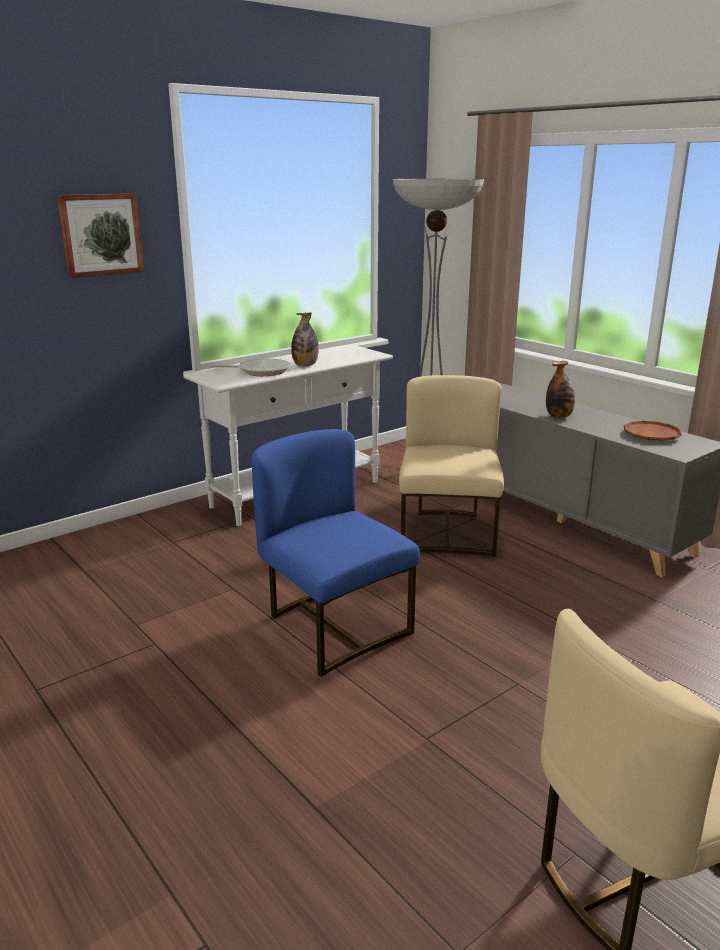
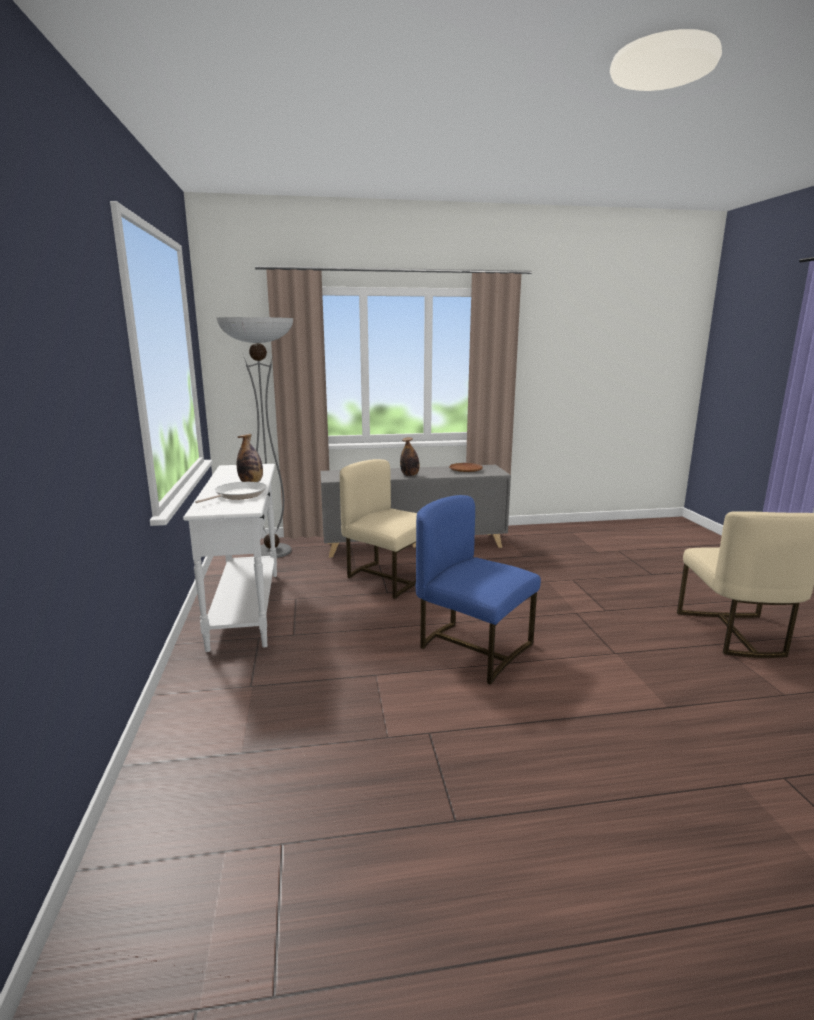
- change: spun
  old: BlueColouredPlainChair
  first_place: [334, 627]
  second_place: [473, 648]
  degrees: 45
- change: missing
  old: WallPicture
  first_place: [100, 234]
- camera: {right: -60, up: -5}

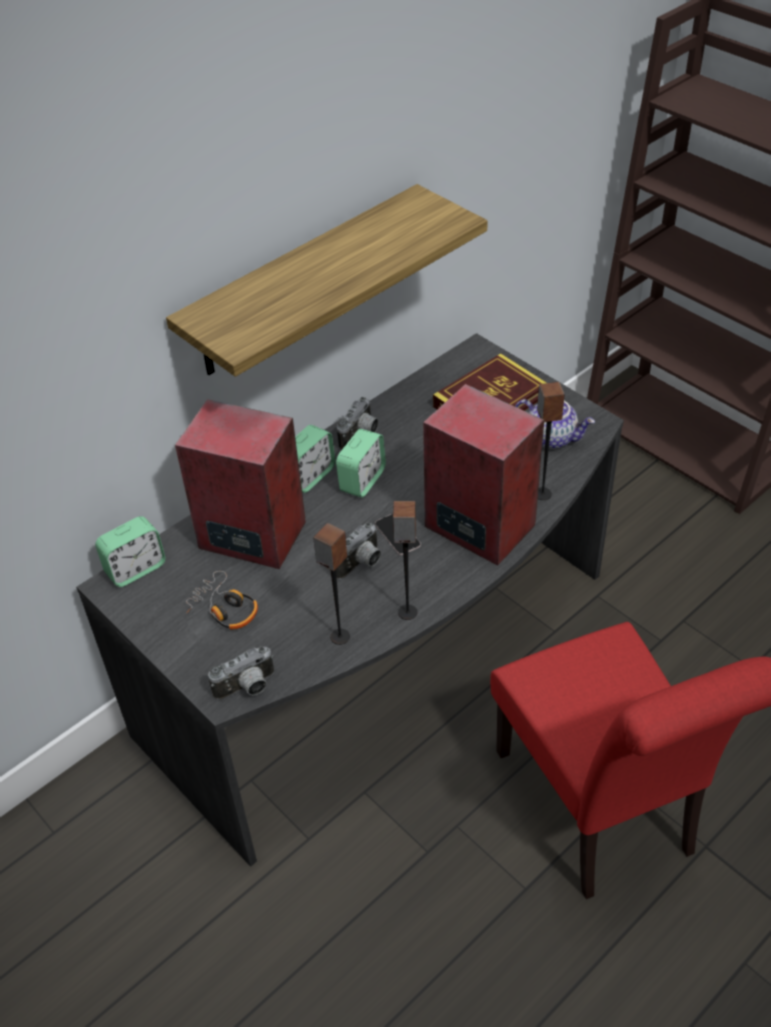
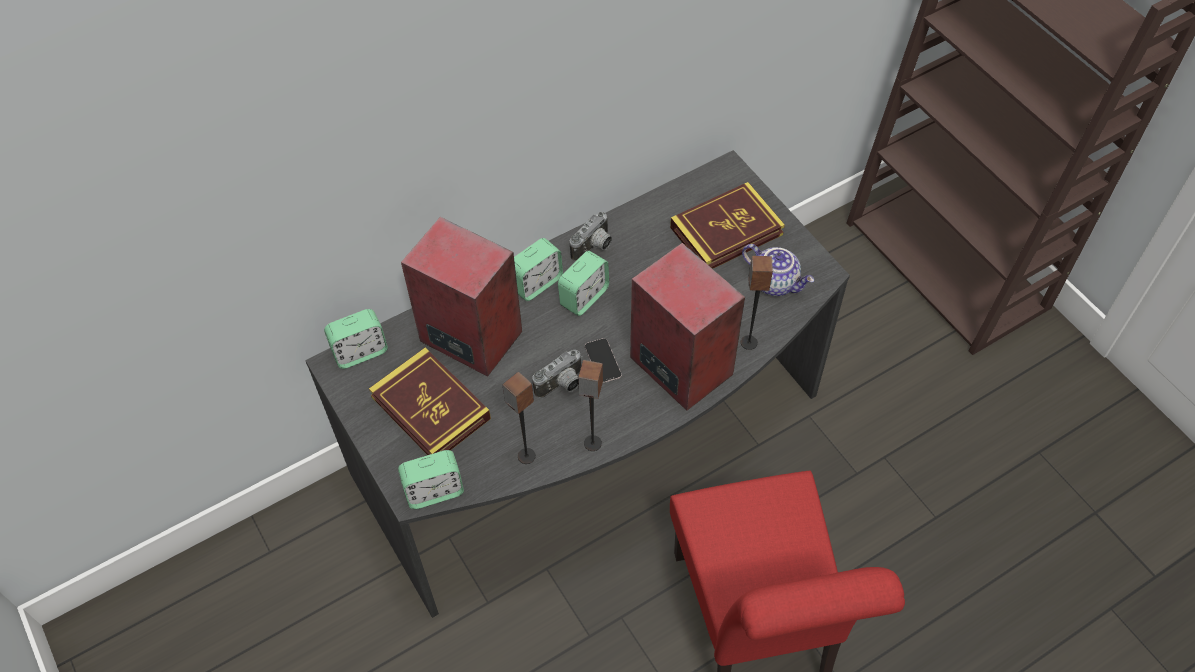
- change: exchanged
  old: PairOfHeadphones
  new: BoundBook
  first_place: [224, 609]
  second_place: [430, 408]
- change: exchanged
  old: StillCamera
  new: AlarmClock
  first_place: [247, 688]
  second_place: [434, 491]
- change: missing
  old: Shelf
  first_place: [303, 282]
- camera: {right: 10, up: 10}

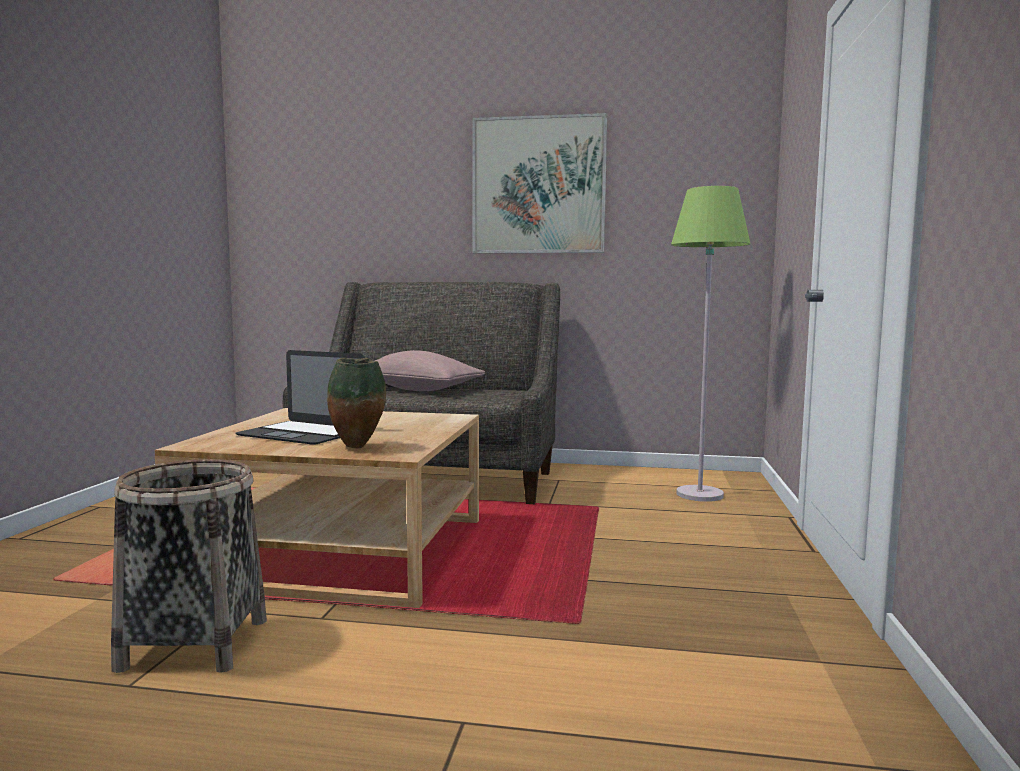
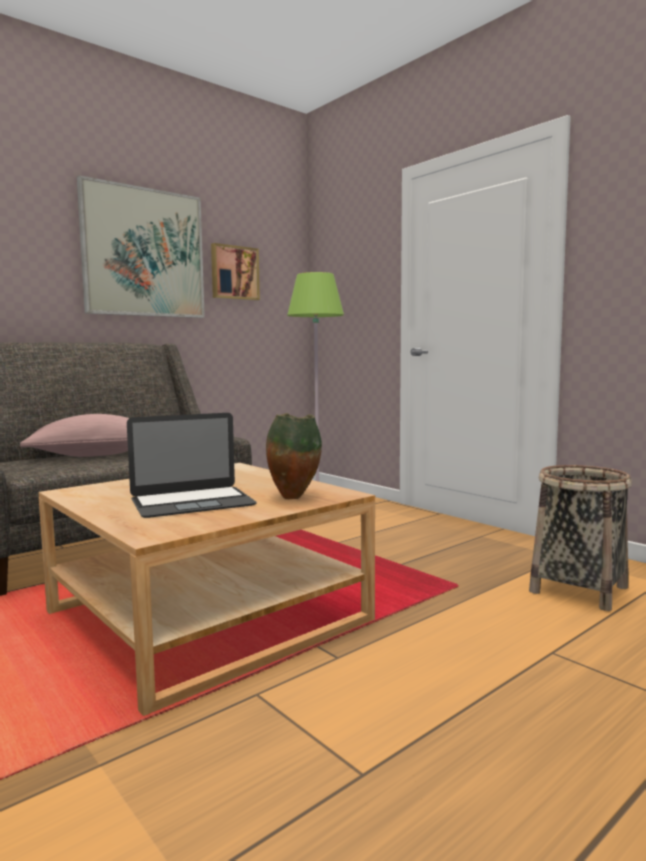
- change: appeared
  new: WallPicture
  second_place: [234, 273]
- change: relocated
  old: Basket
  first_place: [195, 643]
  second_place: [578, 589]
- camera: {right: -50, up: 0}

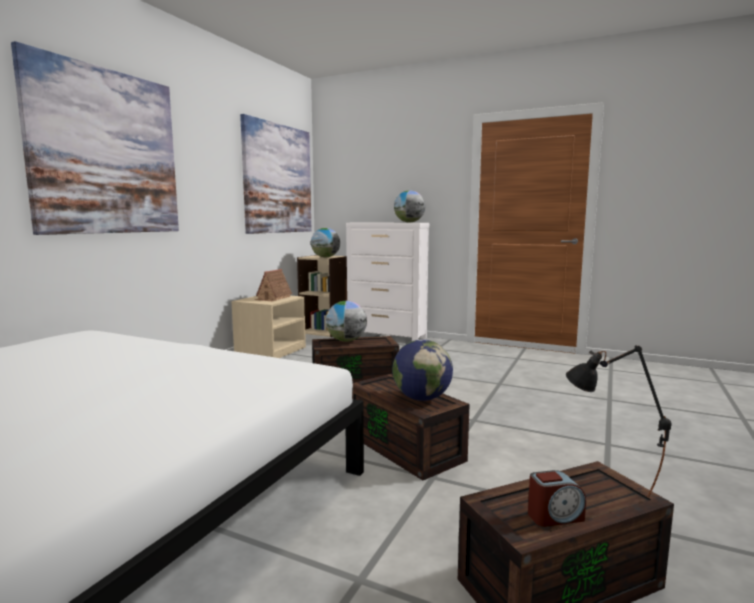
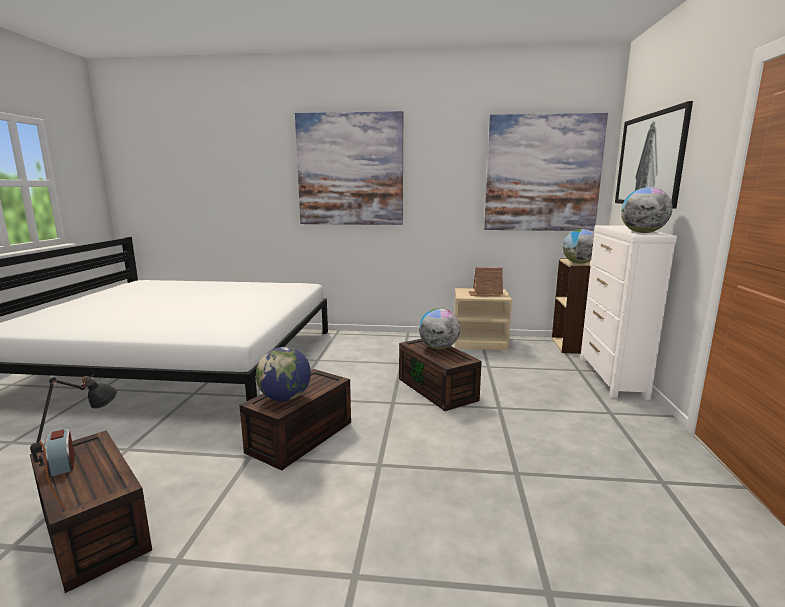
- change: appeared
  new: WallPicture
  second_place: [651, 160]
- camera: {right: 70, up: 5}

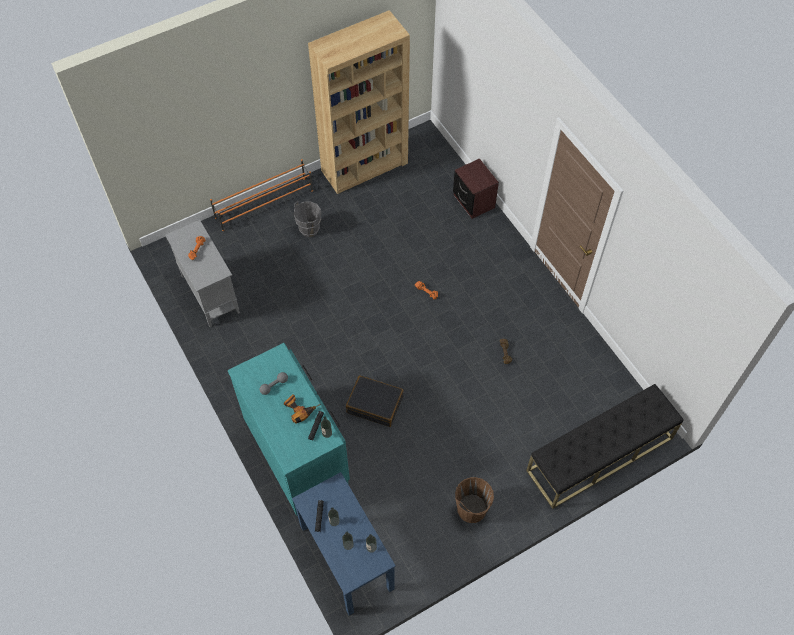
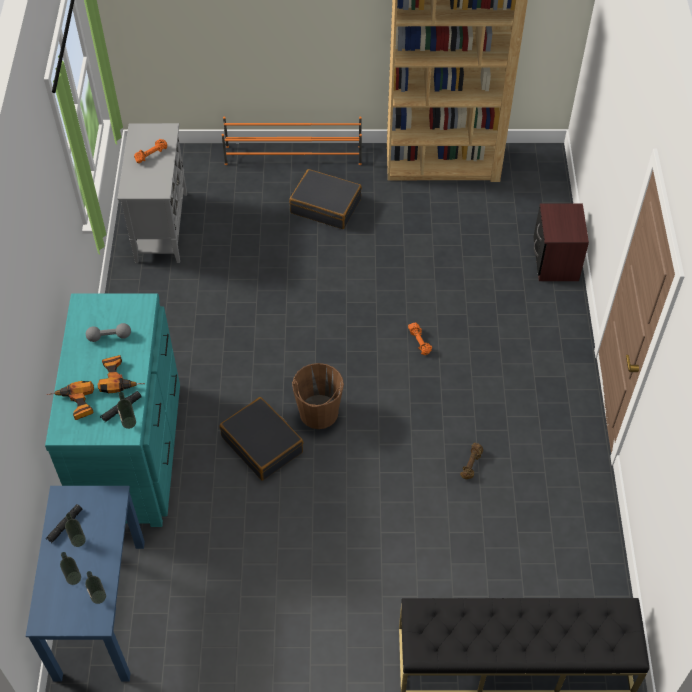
- change: appeared
  new: ElectricDrill
  second_place: [75, 404]
- change: exchanged
  old: GreyishWaterBucket
  new: BlackPieceOfLuggage
  first_place: [309, 229]
  second_place: [326, 206]
- change: relocated
  old: BrownishWaterBucket
  first_place: [471, 509]
  second_place: [318, 413]
- camera: {right: 30, up: -5}

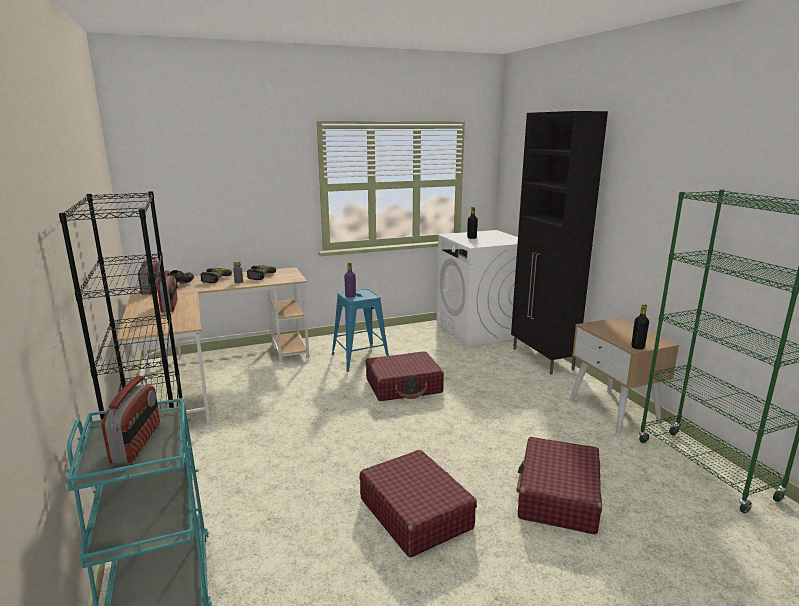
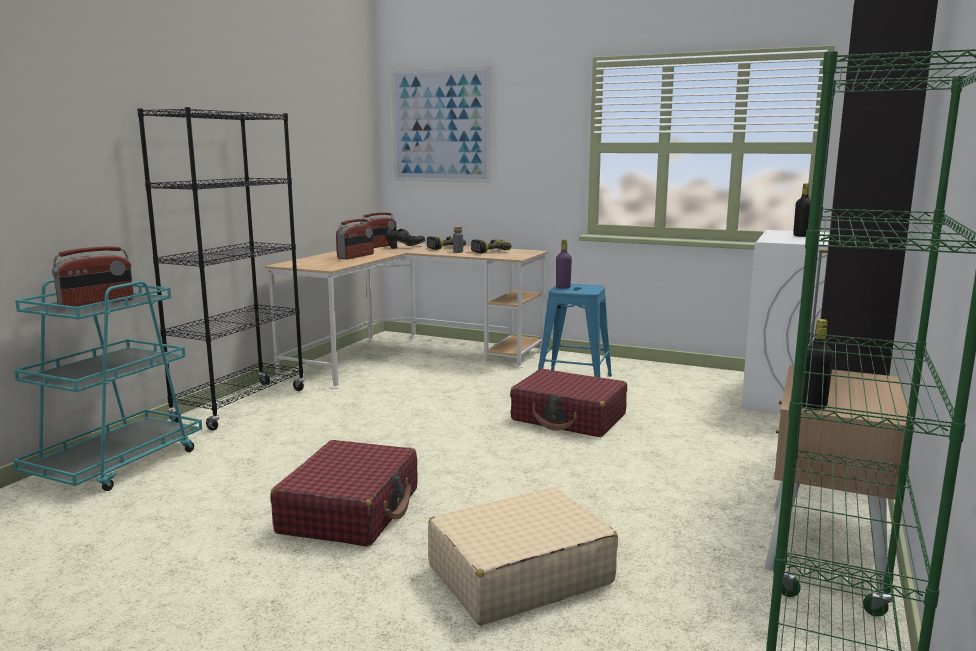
- change: appeared
  new: WallPicture
  second_place: [440, 126]
- change: colour
  old: RedColouredPieceOfLuggage
  new: BeigePieceOfLuggage
  first_place: [558, 496]
  second_place: [519, 575]
- camera: {right: 45, up: -5}

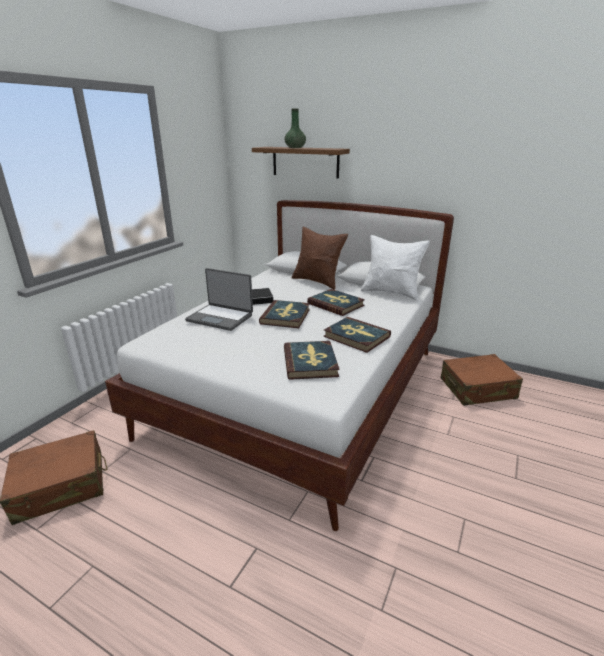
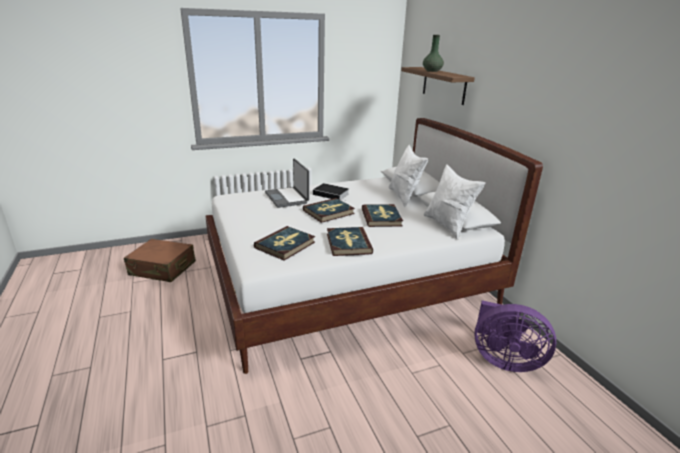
- change: colour
  old: BrownishThrowPillow
  new: WhitishThrowPillow
  first_place: [318, 281]
  second_place: [404, 197]
- change: exchanged
  old: BrownishPieceOfLuggage
  new: PurpleFan
  first_place: [477, 389]
  second_place: [503, 360]
- camera: {right: 40, up: 0}

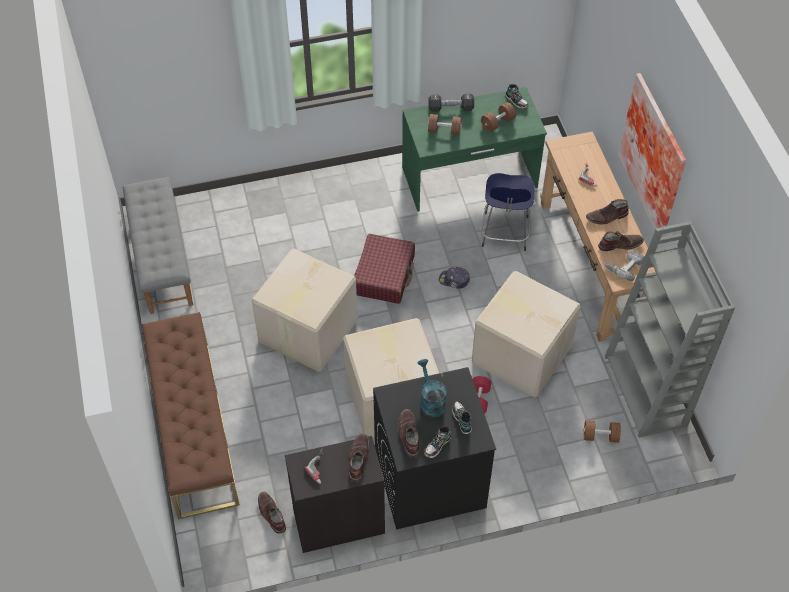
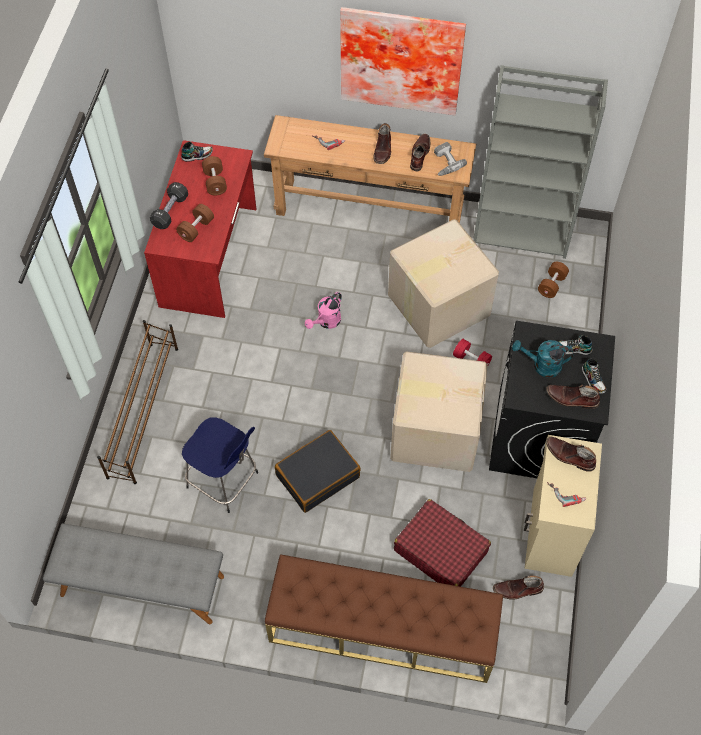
- change: appeared
  new: BrownishShoeShelf
  second_place: [144, 411]
- change: colour
  old: GreenDesk
  new: RedColouredDesk
  first_place: [469, 178]
  second_place: [210, 257]
- change: relocated
  old: BlueColouredStoolSeat
  first_place: [504, 233]
  second_place: [224, 481]
- change: exchanged
  old: Carton
  new: BlackPieceOfLuggage
  first_place: [306, 331]
  second_place: [317, 475]
- change: exchanged
  old: BaseballCap
  new: PinkColouredSprinklingCan
  first_place: [454, 280]
  second_place: [326, 322]
- change: relocated
  old: RedColouredPieceOfLuggage
  first_place: [384, 275]
  second_place: [440, 550]
- change: colour
  old: BlackStorageCabinet
  new: BeigeStorageCabinet
  first_place: [338, 521]
  second_place: [550, 532]
- camera: {right: -65, up: 5}

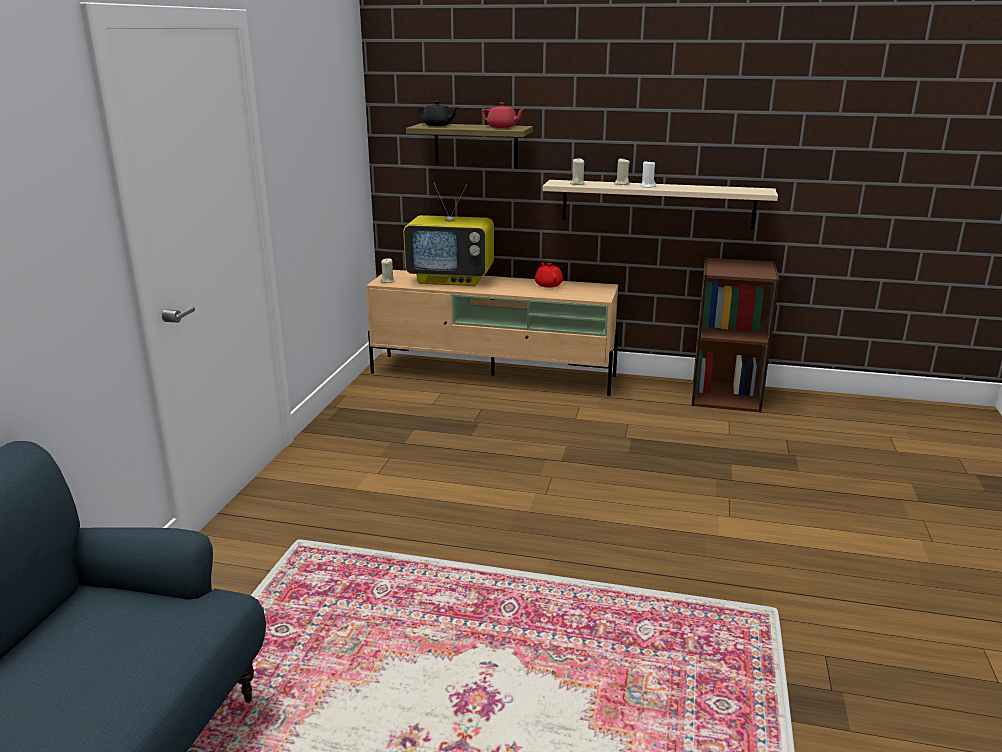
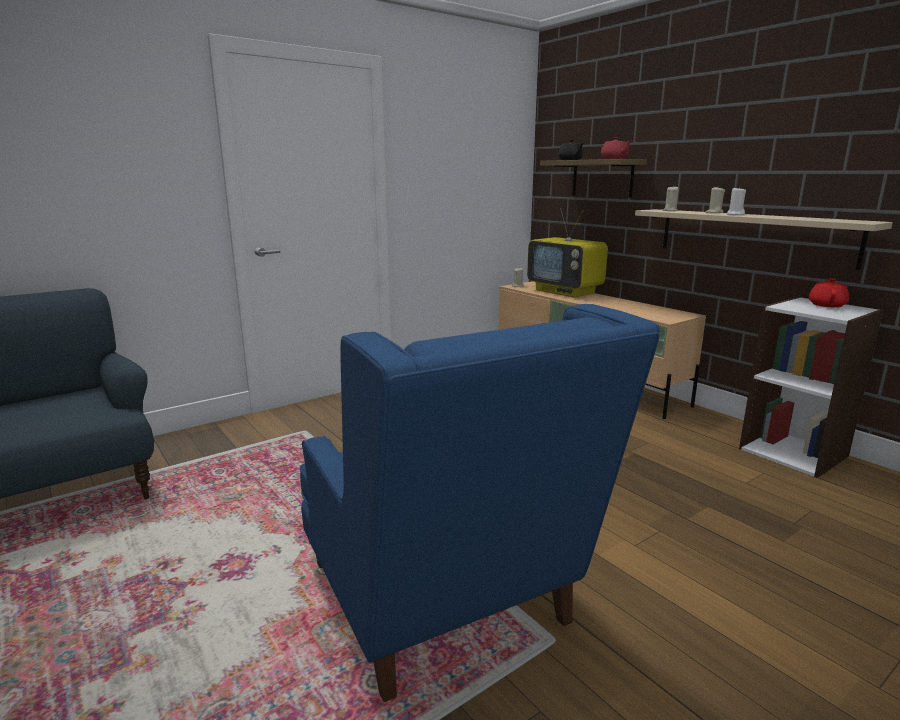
- change: appeared
  new: BlueColouredArmchair
  second_place: [447, 606]
- change: colour
  old: BrownishBookcase
  new: WhitishBookcase
  first_place: [725, 395]
  second_place: [794, 452]
- change: relocated
  old: RedColouredPotForTea
  first_place: [548, 284]
  second_place: [827, 305]
- camera: {right: 40, up: -5}

